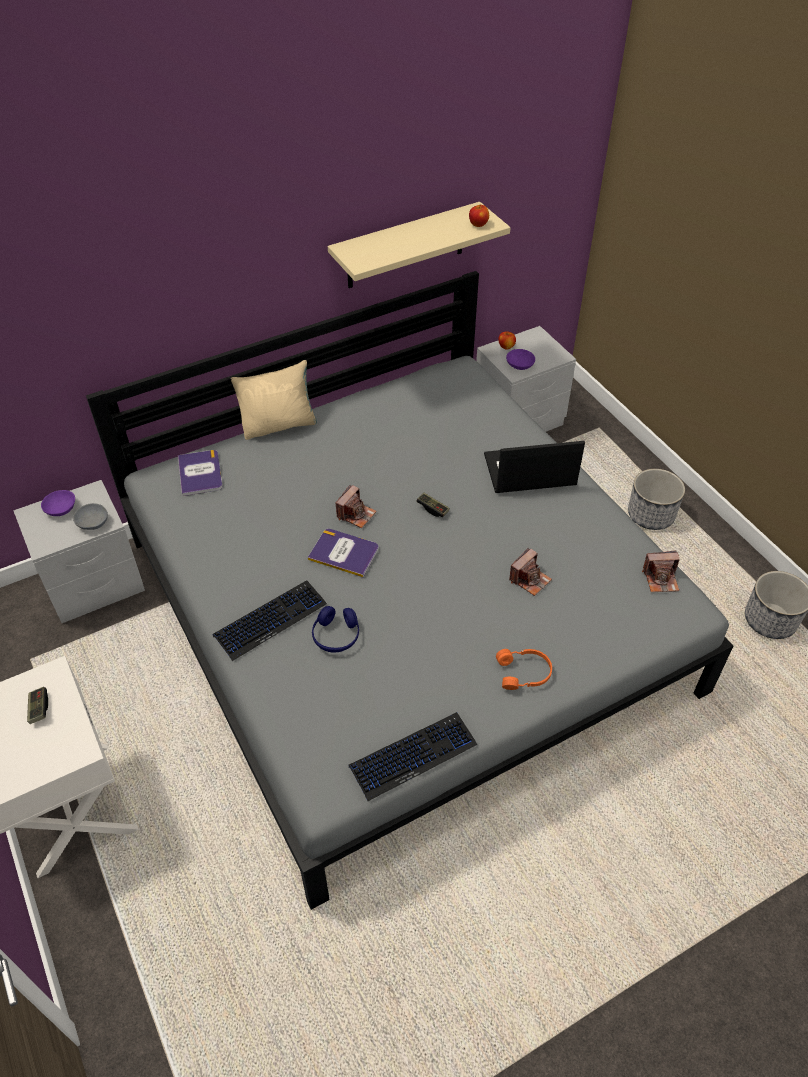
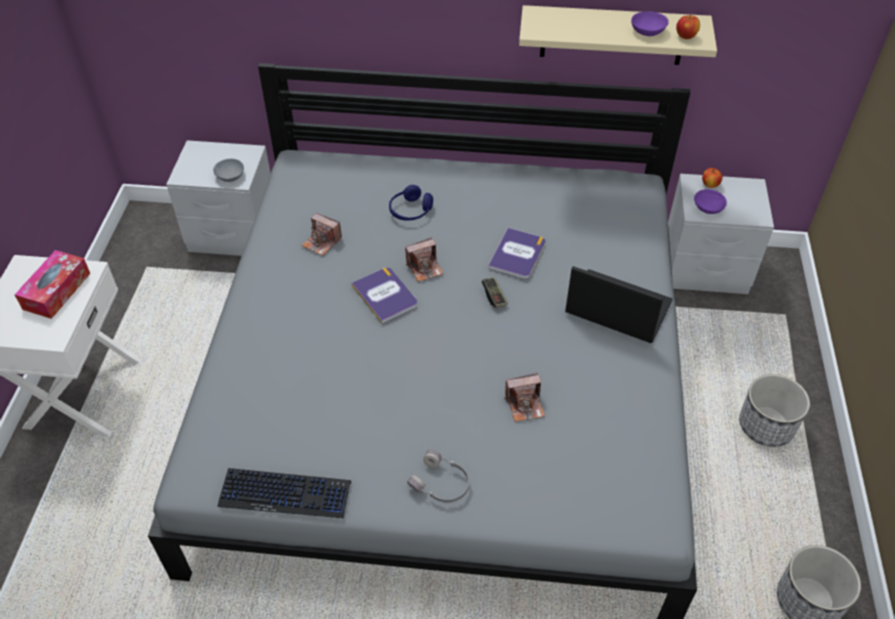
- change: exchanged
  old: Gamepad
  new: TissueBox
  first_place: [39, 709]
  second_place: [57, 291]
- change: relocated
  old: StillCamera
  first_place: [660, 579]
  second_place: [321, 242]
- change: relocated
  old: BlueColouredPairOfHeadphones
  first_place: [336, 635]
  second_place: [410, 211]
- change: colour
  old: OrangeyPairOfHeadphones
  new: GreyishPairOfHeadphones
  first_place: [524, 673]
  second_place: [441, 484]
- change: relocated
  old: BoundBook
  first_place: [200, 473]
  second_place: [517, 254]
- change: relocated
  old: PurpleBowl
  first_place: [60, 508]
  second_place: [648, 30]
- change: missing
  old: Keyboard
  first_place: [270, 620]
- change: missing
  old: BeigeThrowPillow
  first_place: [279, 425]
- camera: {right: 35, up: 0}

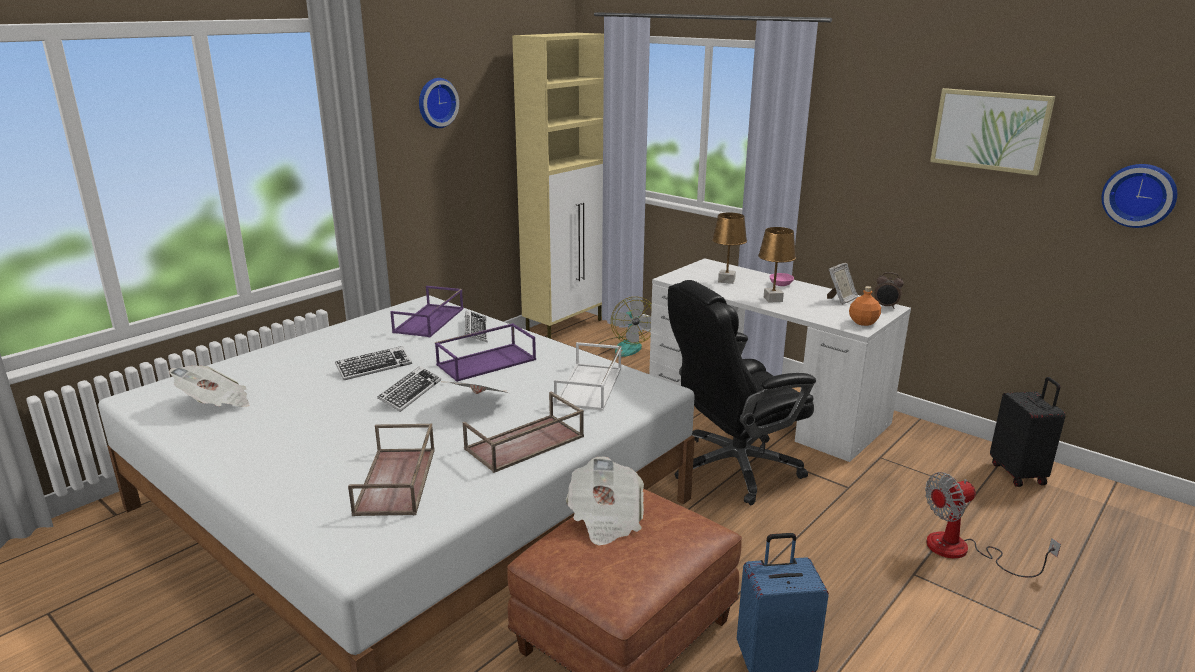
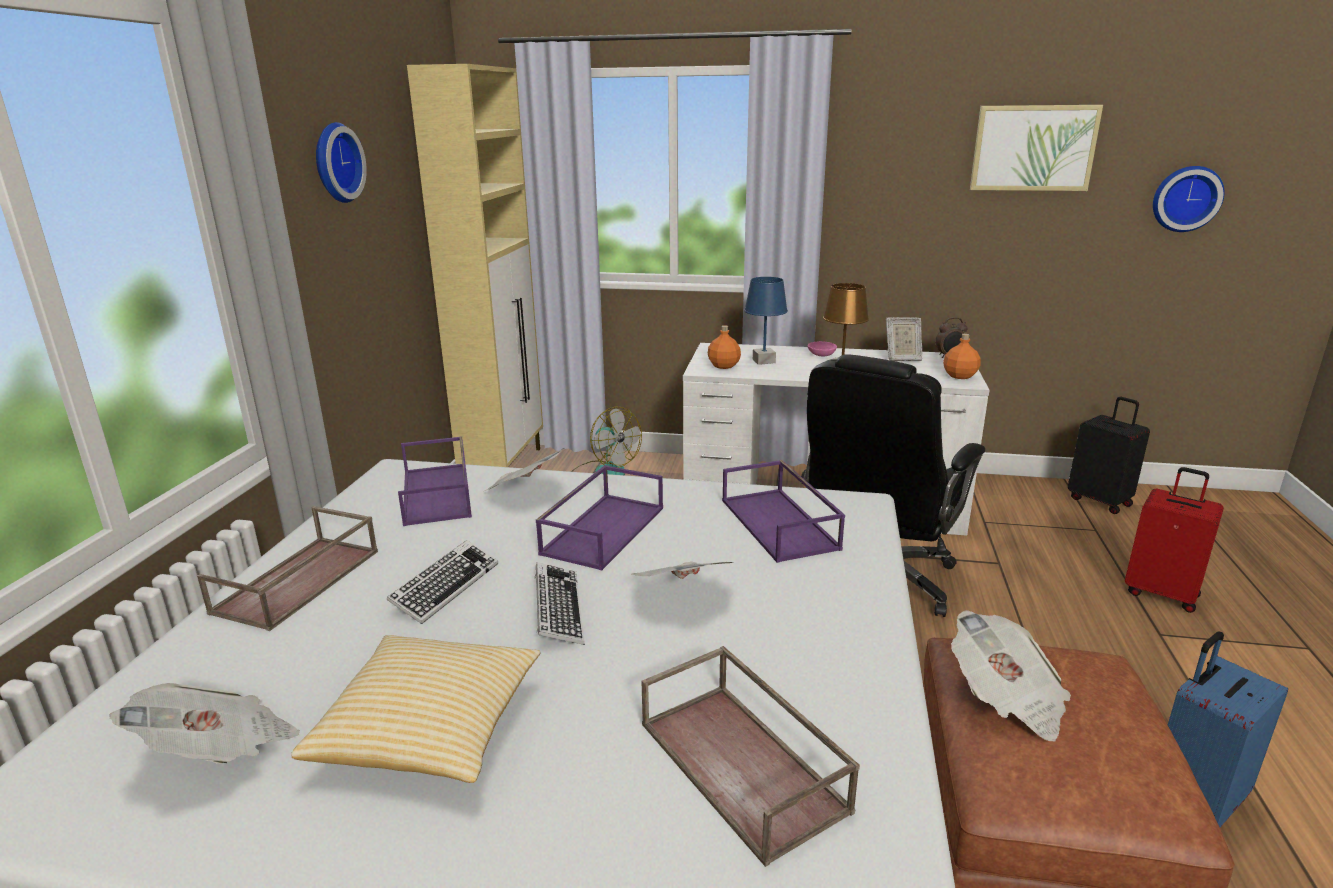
- change: relocated
  old: BrownishTray
  first_place: [524, 444]
  second_place: [298, 582]
- change: appeared
  new: ThrowPillow
  second_place: [429, 731]
- change: exchanged
  old: Keyboard
  new: DailyPaper
  first_place: [475, 330]
  second_place: [525, 490]
- change: appeared
  new: OrangeyBottle
  second_place: [724, 366]
- change: colour
  old: WhitishTray
  new: PurpleTray
  first_place: [590, 387]
  second_place: [780, 524]
- change: colour
  old: BrownishTableLamp
  new: BlueColouredTableLamp
  first_place: [726, 280]
  second_place: [764, 361]
- change: spun
  old: PictureFrame
  first_place: [841, 300]
  second_place: [902, 358]
  degrees: 75
- change: exchanged
  old: Fan
  new: RedColouredPieceOfLuggage
  first_place: [963, 551]
  second_place: [1161, 593]
- camera: {right: -30, up: 0}

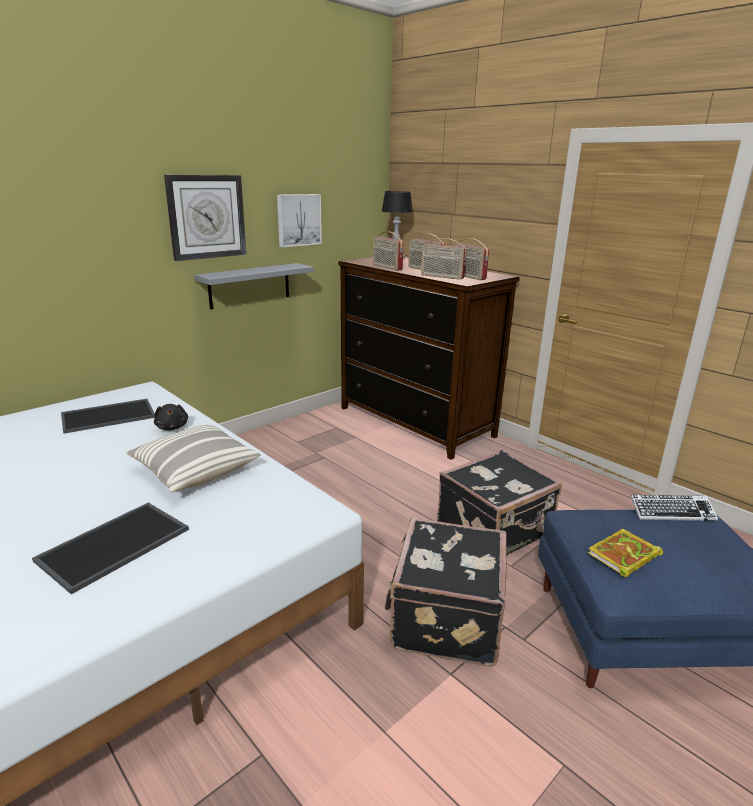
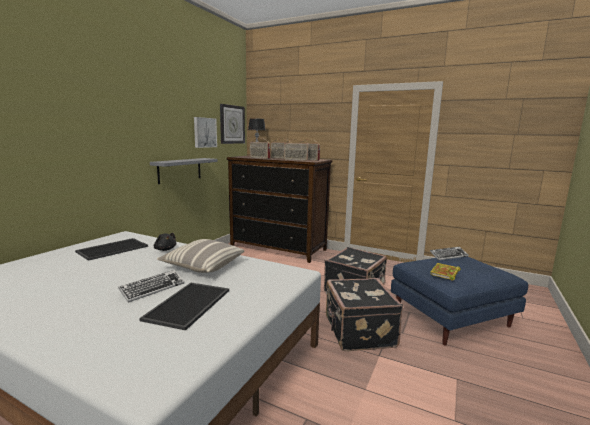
- change: appeared
  new: Keyboard
  second_place: [153, 289]
- change: relocated
  old: ClockOnTheWall
  first_place: [206, 217]
  second_place: [232, 124]
- camera: {right: -20, up: -10}

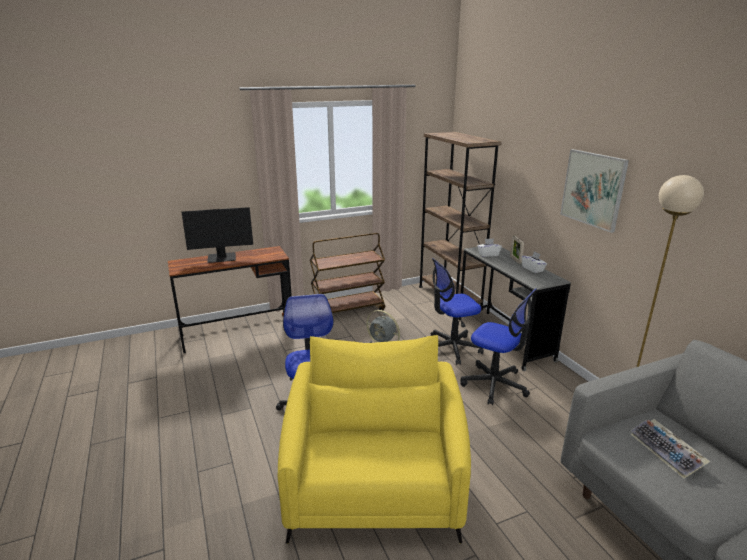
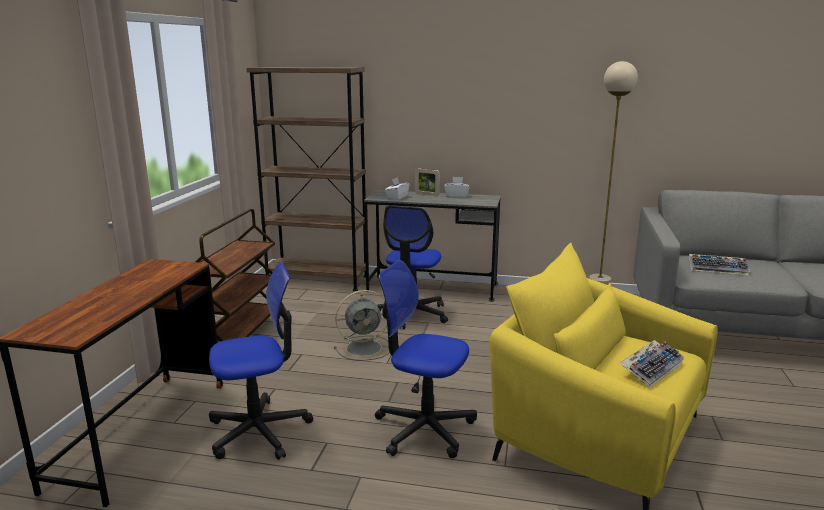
- change: relocated
  old: OfficeChair
  first_place: [494, 384]
  second_place: [259, 431]
- change: appeared
  new: Keyboard
  second_place: [651, 368]
- change: missing
  old: ComputerDisplay
  first_place: [222, 258]
- change: missing
  old: WallPicture
  first_place: [593, 189]
- camera: {right: -55, up: -5}

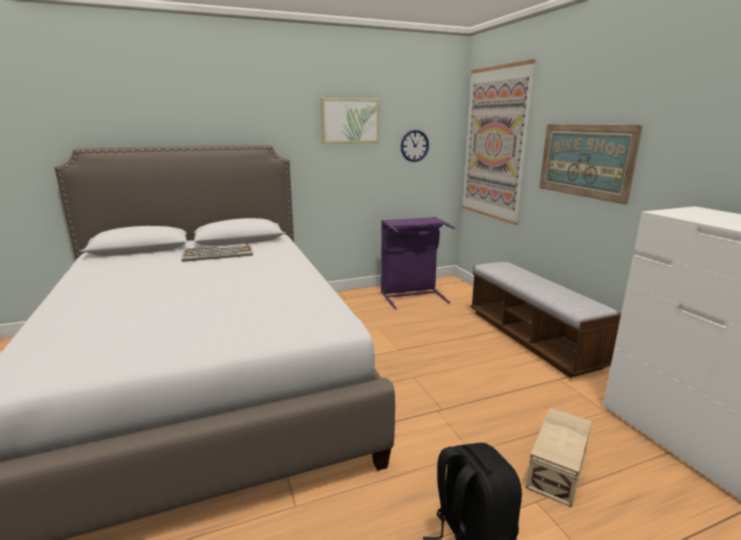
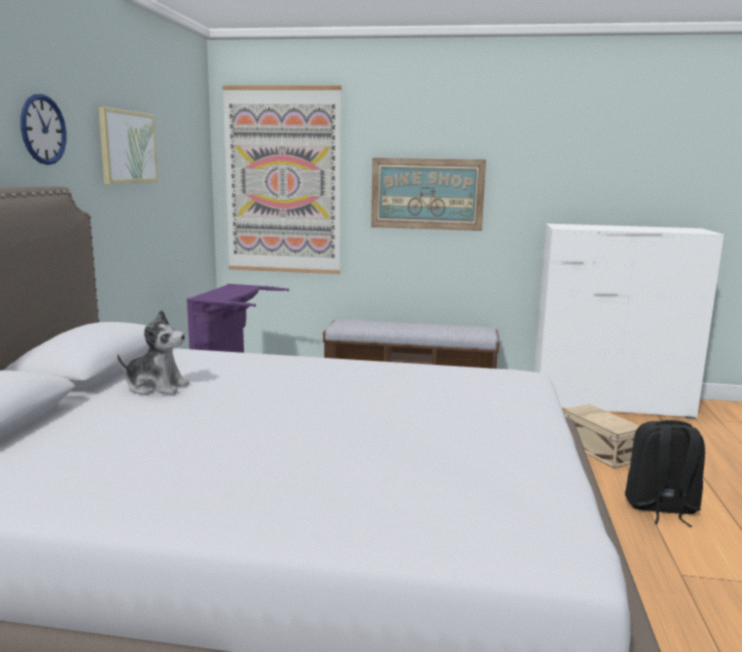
- change: relocated
  old: ClockOnTheWall
  first_place: [414, 145]
  second_place: [43, 129]
- change: exchanged
  old: Keyboard
  new: CuddlyToy
  first_place: [219, 254]
  second_place: [156, 387]
- camera: {right: -60, up: -5}

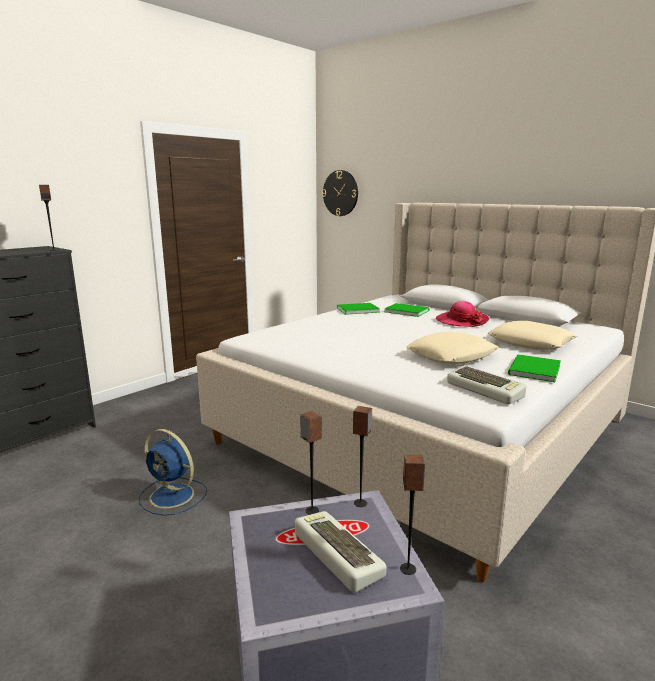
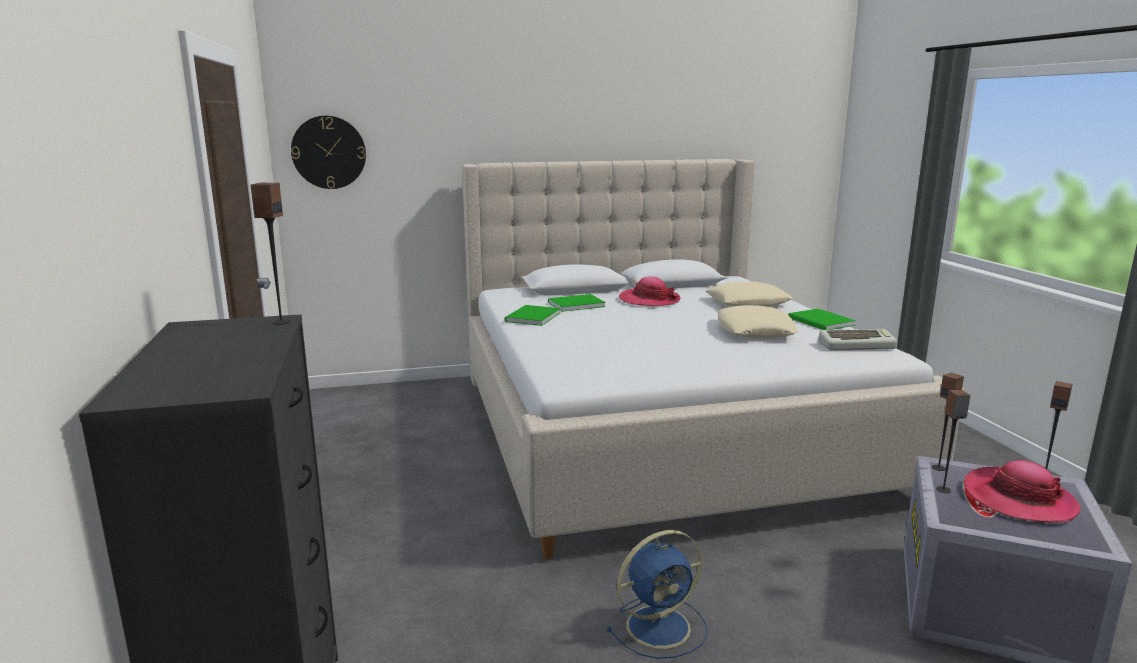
- change: exchanged
  old: Keyboard
  new: WearableHat
  first_place: [335, 555]
  second_place: [1019, 499]
- camera: {right: -55, up: 0}

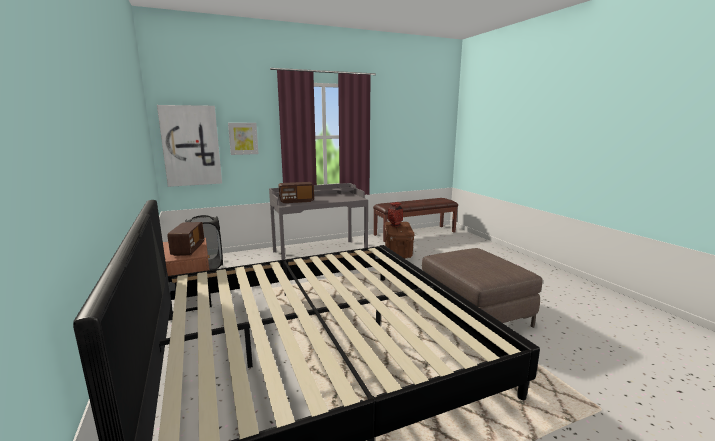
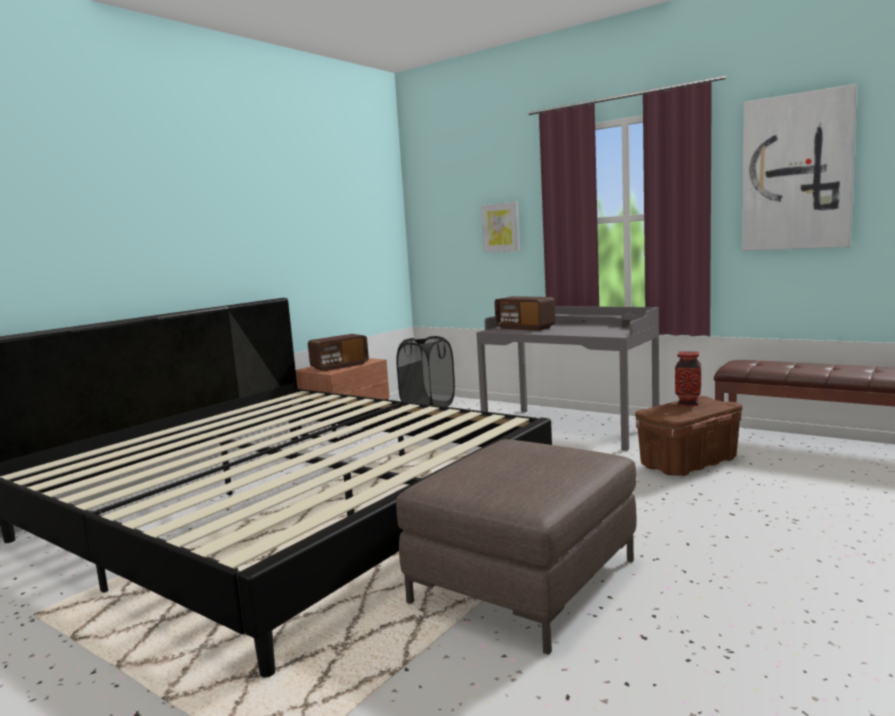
- change: relocated
  old: WallPicture
  first_place: [191, 146]
  second_place: [796, 172]
- camera: {right: 60, up: -5}

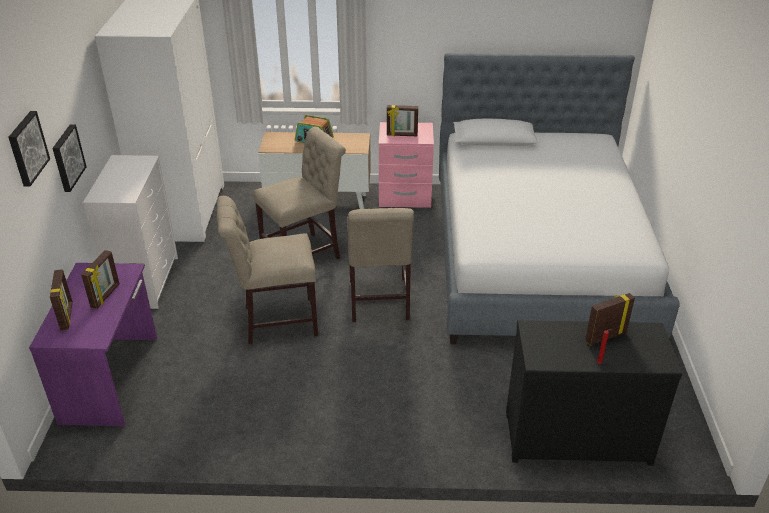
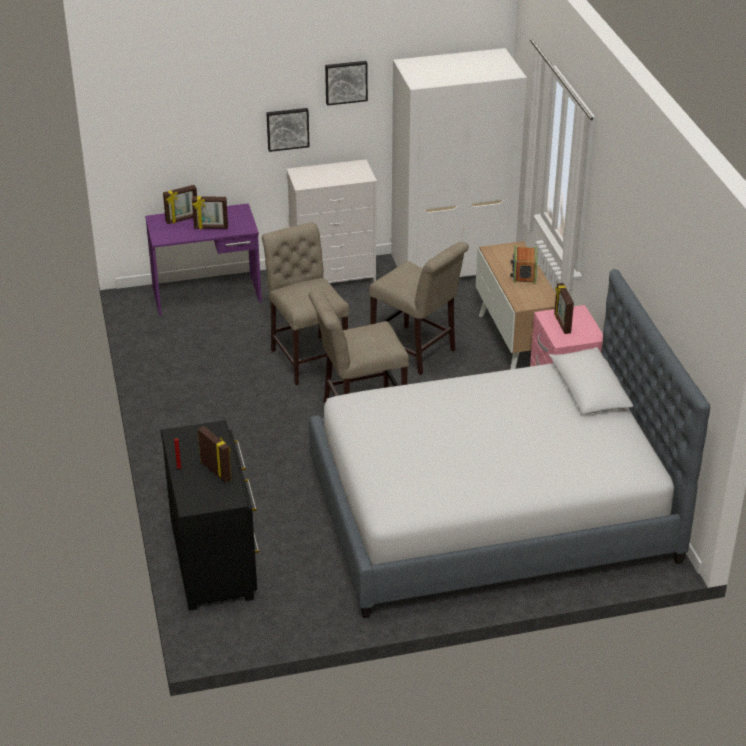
- change: relocated
  old: WallPicture
  first_place: [26, 148]
  second_place: [346, 82]
- camera: {right: 75, up: 0}

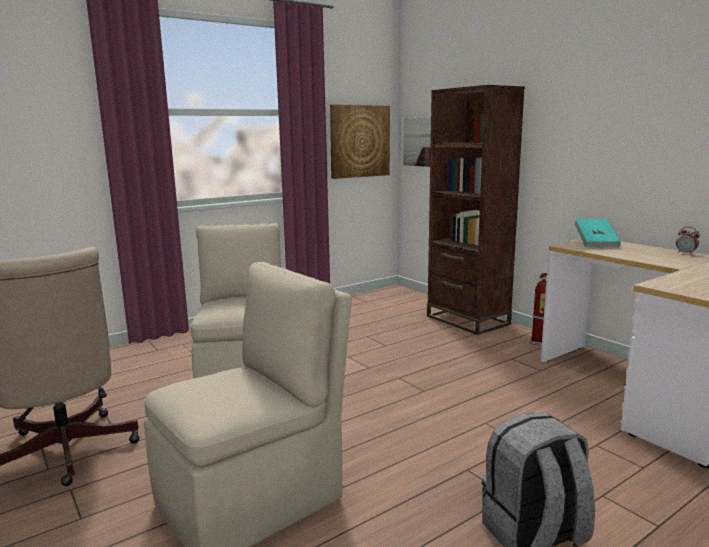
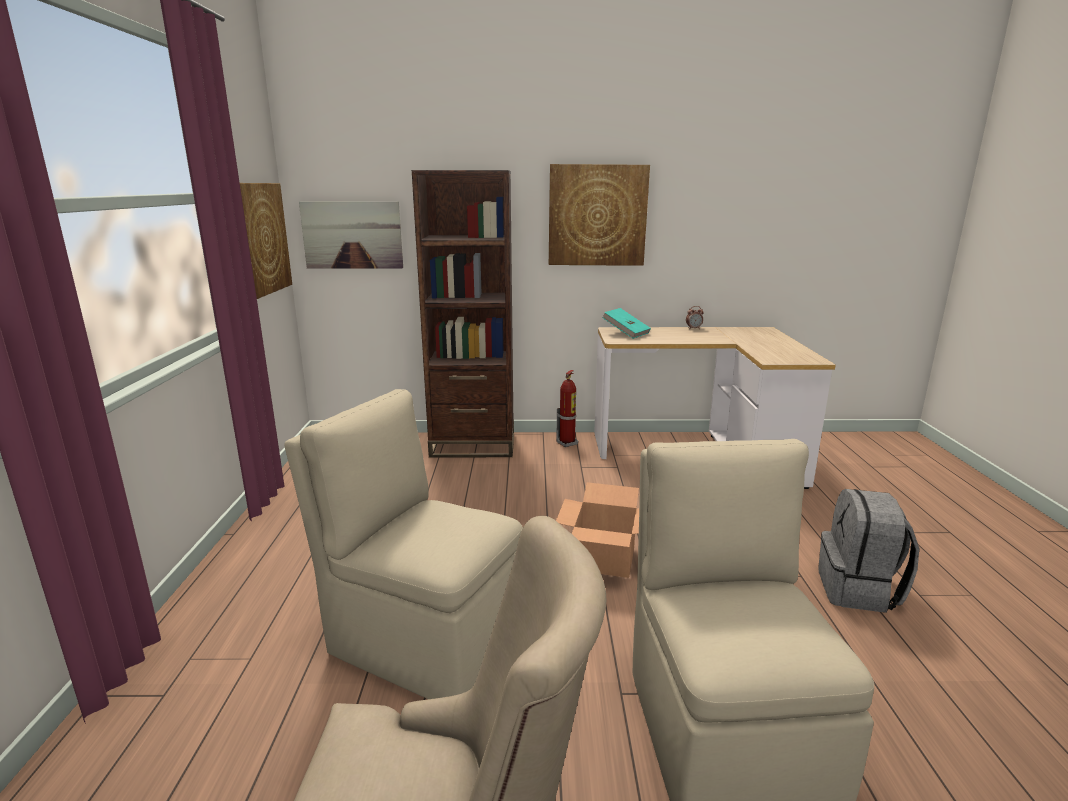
- change: appeared
  new: WallPicture
  second_place: [597, 215]
- change: appeared
  new: Carton
  second_place: [605, 559]
- camera: {right: -55, up: 5}

